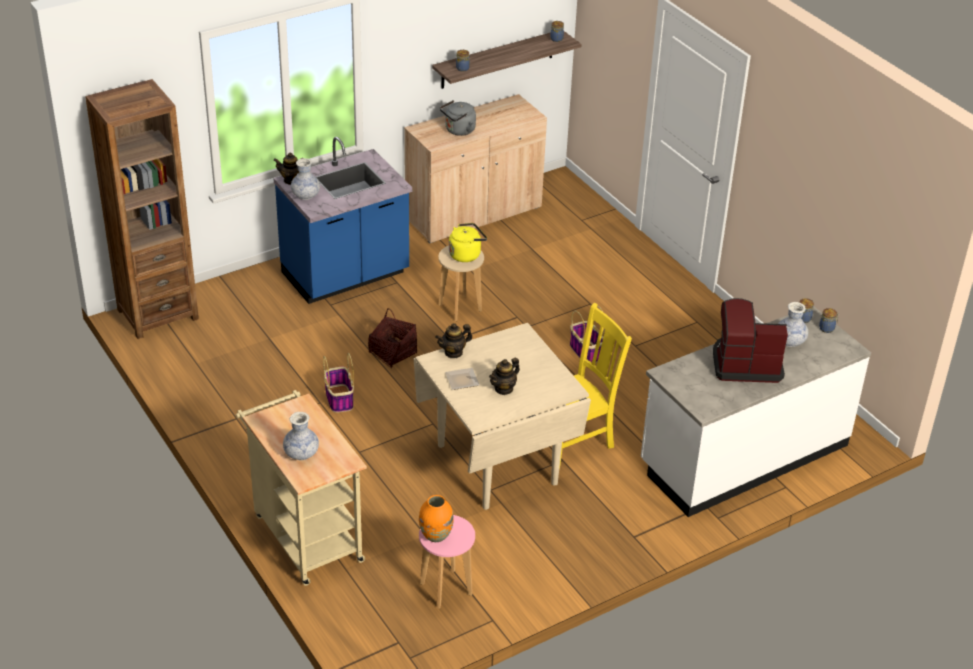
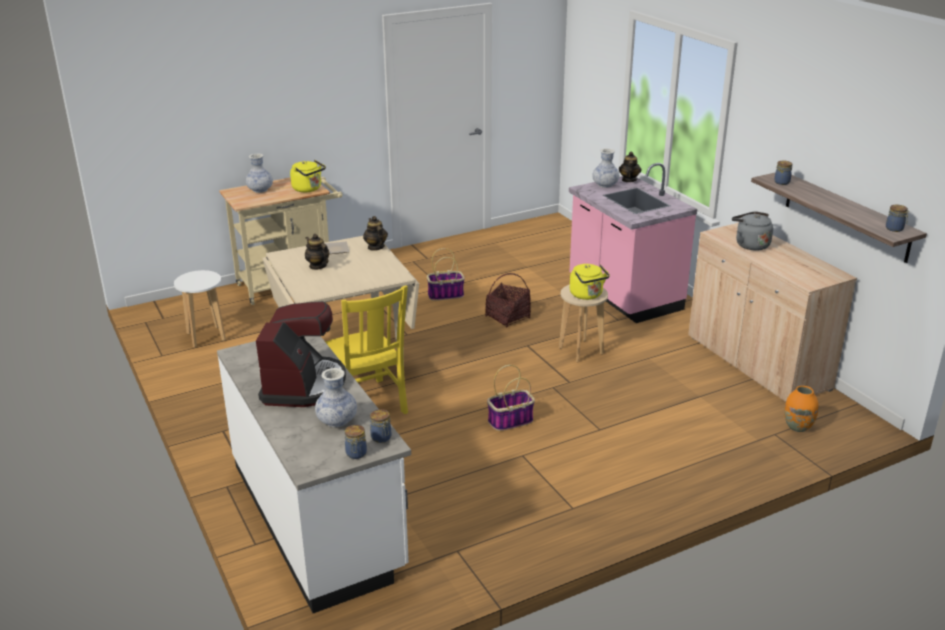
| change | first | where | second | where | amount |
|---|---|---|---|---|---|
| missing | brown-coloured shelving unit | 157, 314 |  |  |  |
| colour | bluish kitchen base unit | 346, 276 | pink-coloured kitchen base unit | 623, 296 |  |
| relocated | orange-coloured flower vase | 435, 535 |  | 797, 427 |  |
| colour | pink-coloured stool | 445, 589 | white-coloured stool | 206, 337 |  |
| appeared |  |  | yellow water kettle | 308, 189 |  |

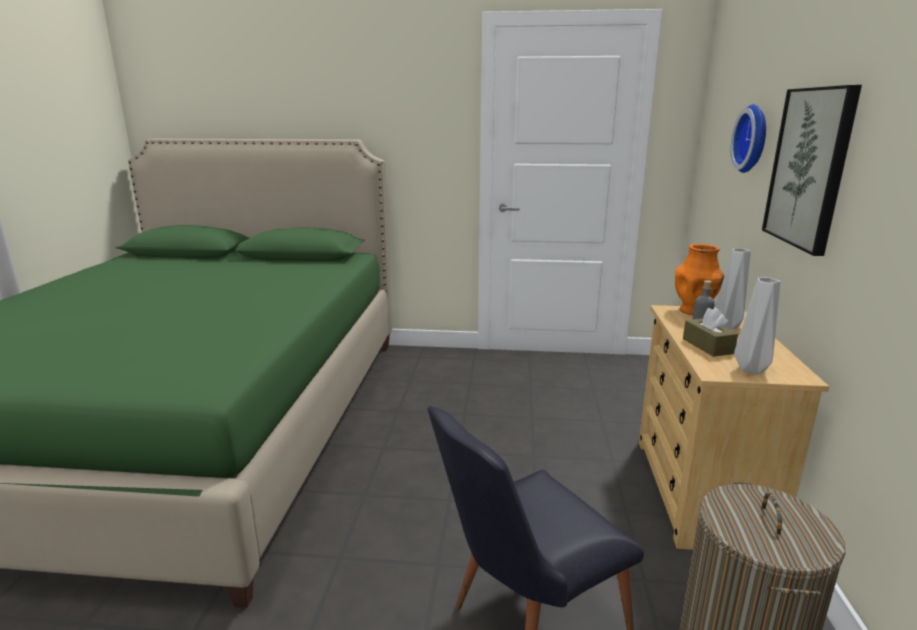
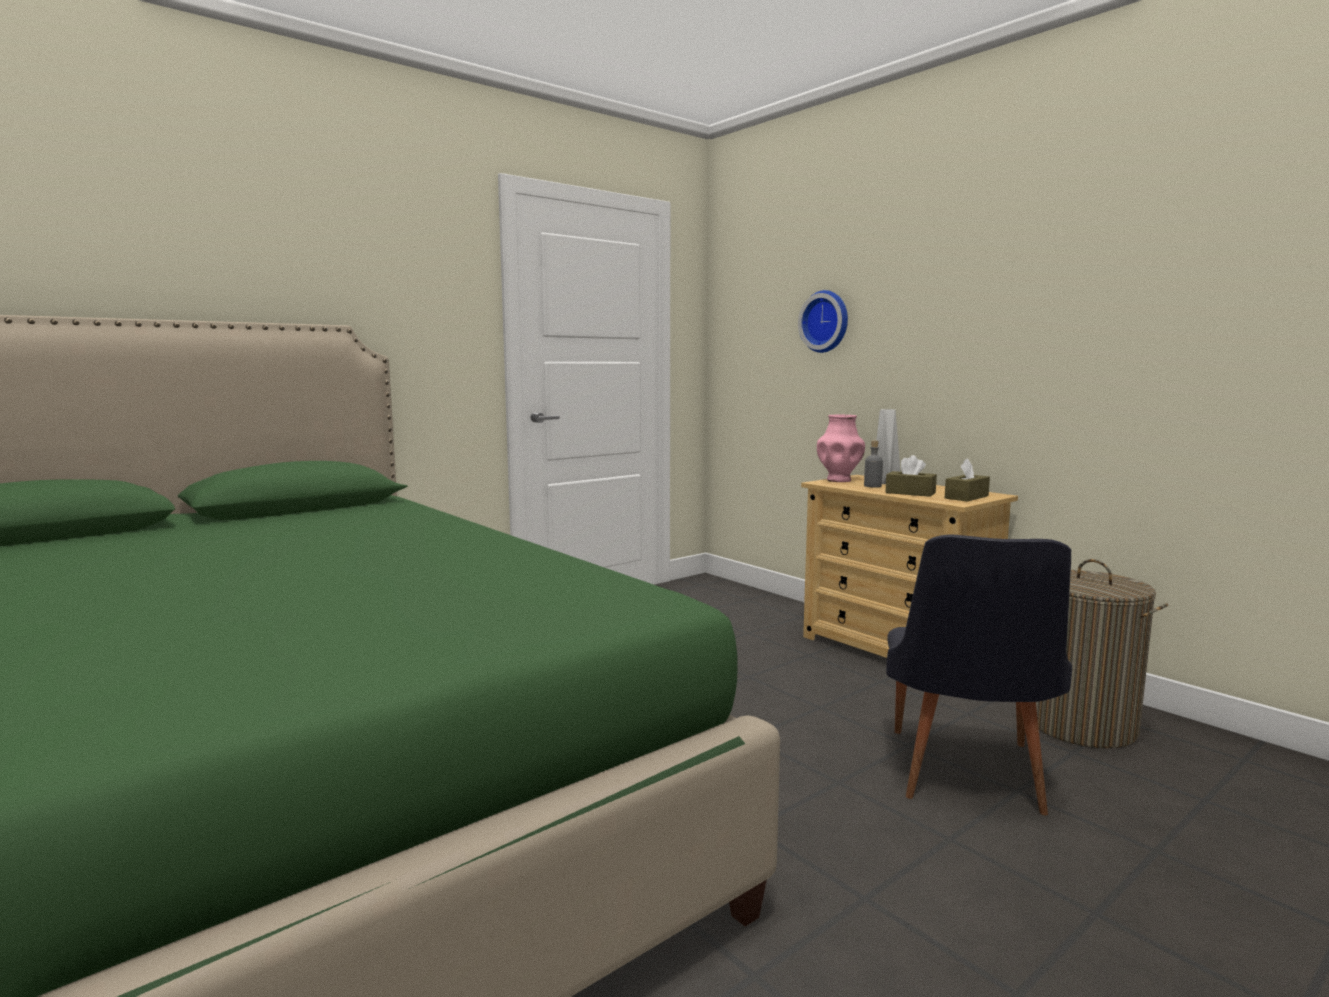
| change | first | where | second | where | amount |
|---|---|---|---|---|---|
| colour | orange-coloured flower vase | 693, 311 | pink-coloured flower vase | 839, 480 |  |
| exchanged | gray flower vase | 750, 369 | brown-coloured tissue holder | 966, 497 |  |
| missing | wall picture | 810, 168 |  |  |  |

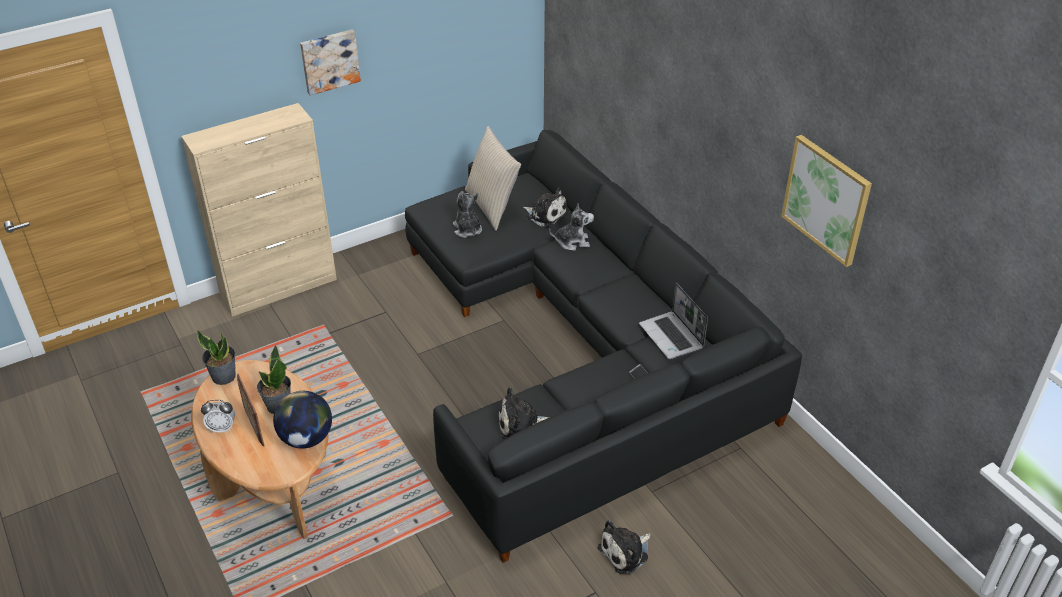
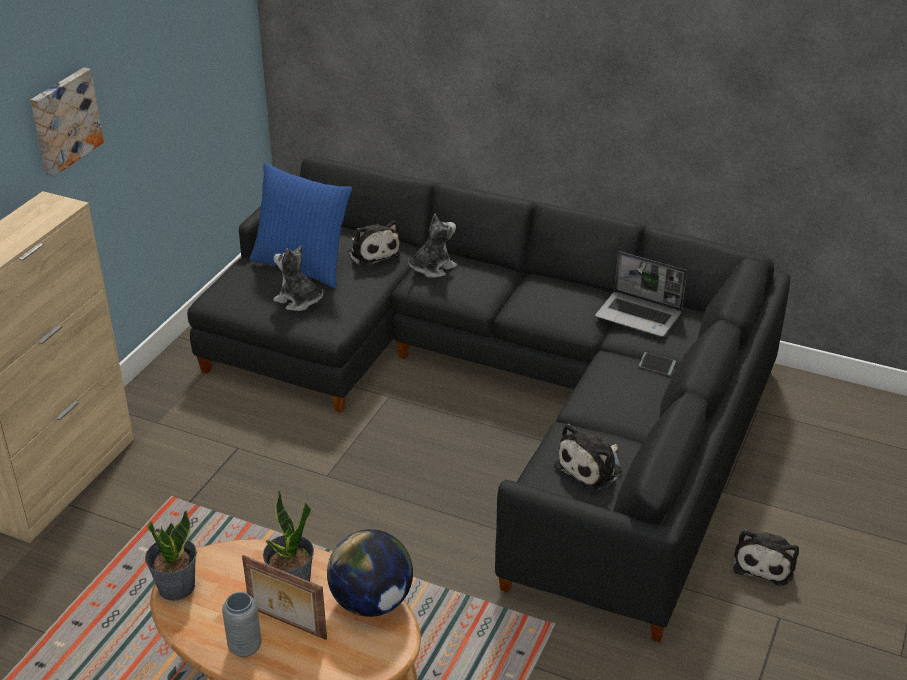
| change | first | where | second | where | amount |
|---|---|---|---|---|---|
| exchanged | table clock | 222, 428 | gray flower vase | 245, 647 |  |
| colour | beige pillow | 492, 206 | bluish pillow | 302, 266 |  |
| spun | plush toy | 545, 215 |  | 372, 252 | 60 degrees clockwise |
| missing | wall picture | 826, 199 |  |  |  |

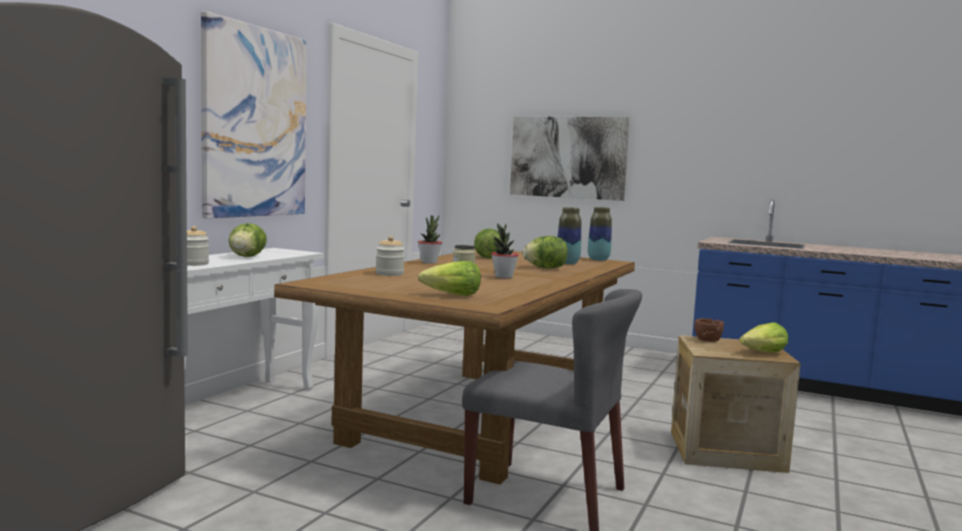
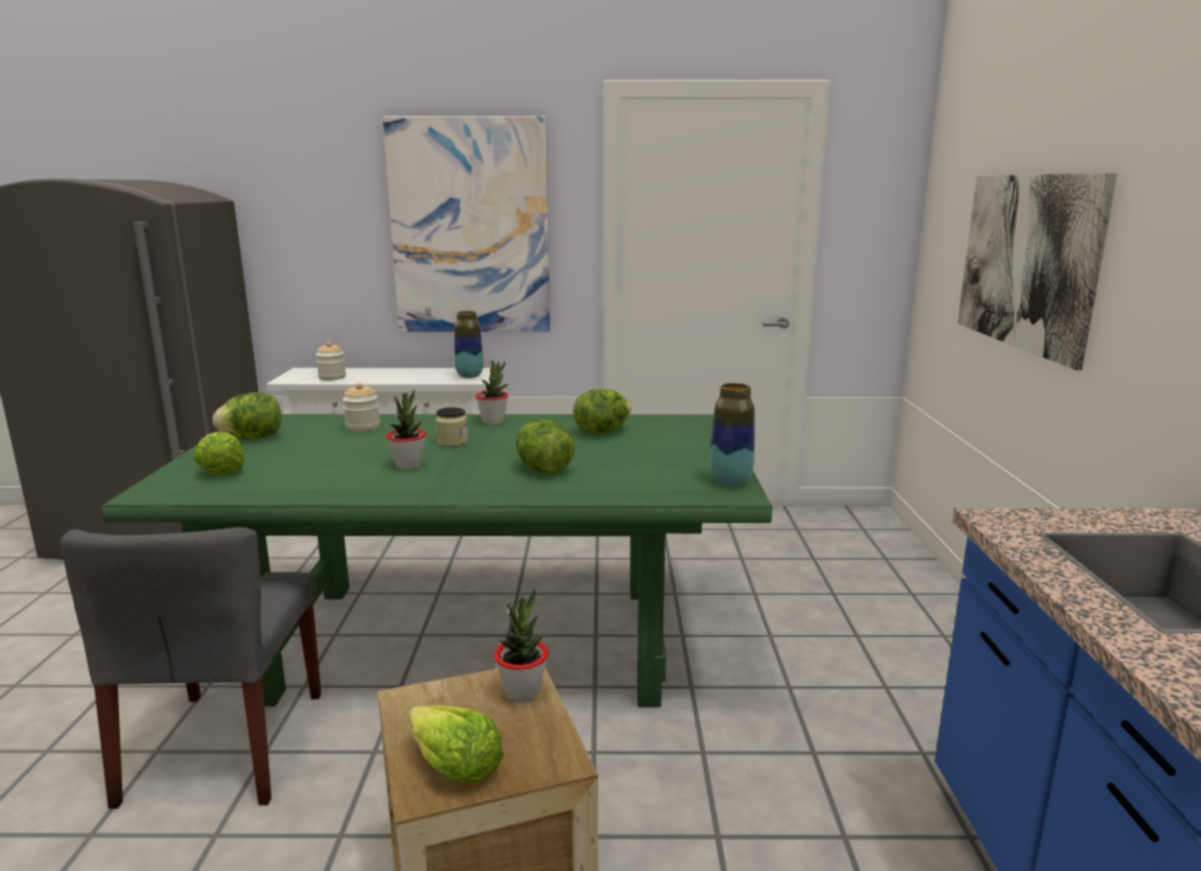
| change | first | where | second | where | amount |
|---|---|---|---|---|---|
| relocated | head of lettuce | 247, 257 |  | 253, 438 |  |
| colour | brown-coloured dinner table | 481, 417 | greenish dinner table | 476, 640 |  |
| relocated | flower vase | 567, 263 |  | 469, 376 |  |
| exchanged | brown-coloured bowl | 707, 340 | plant in a pot | 522, 692 |  |

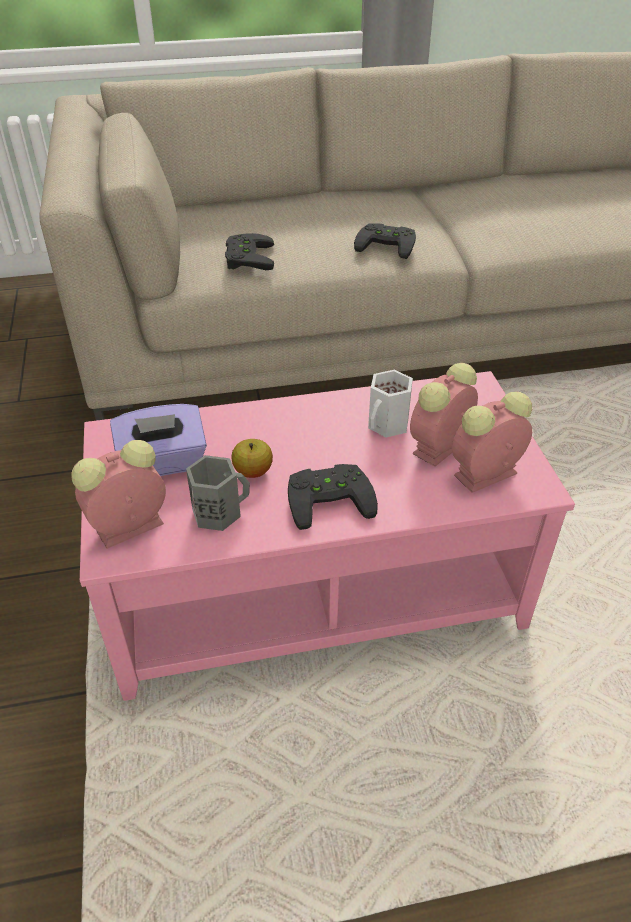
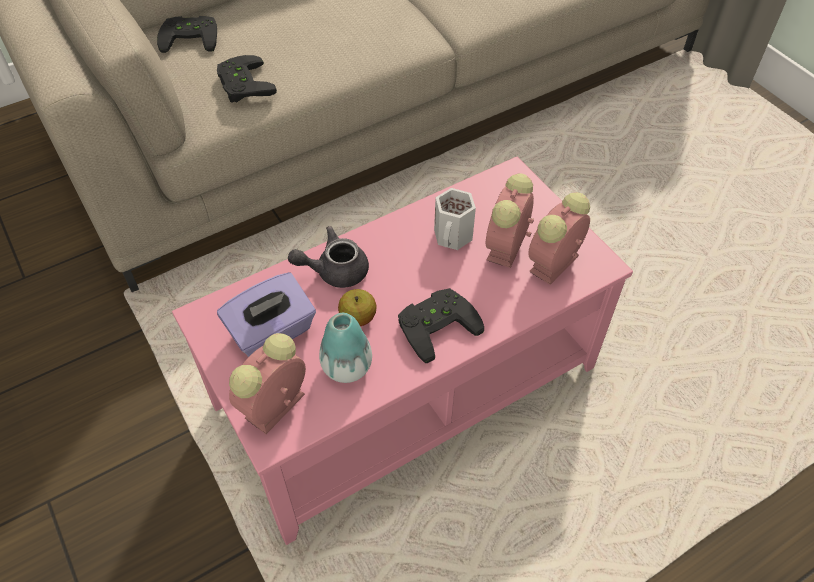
| change | first | where | second | where | amount |
|---|---|---|---|---|---|
| exchanged | gray tea mug | 218, 511 | flower vase | 347, 367 |  |
| relocated | blackish game controller | 387, 244 |  | 191, 37 |  |
| appeared |  |  | gray tea pot | 334, 270 |  |

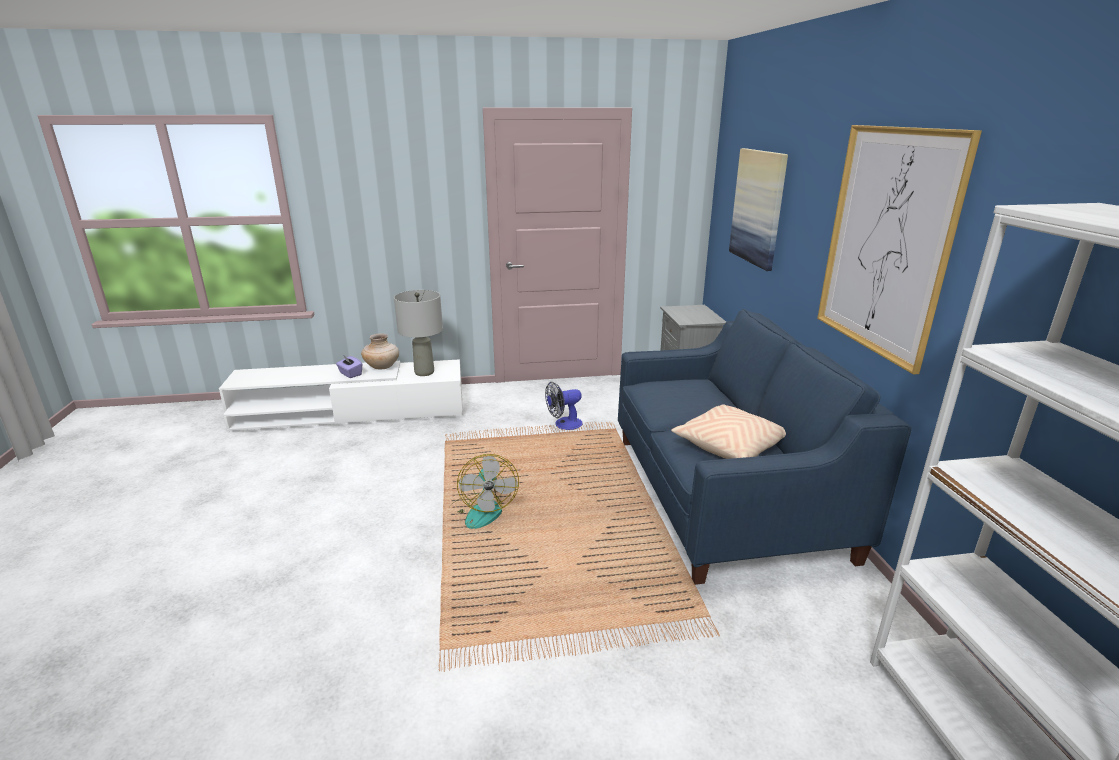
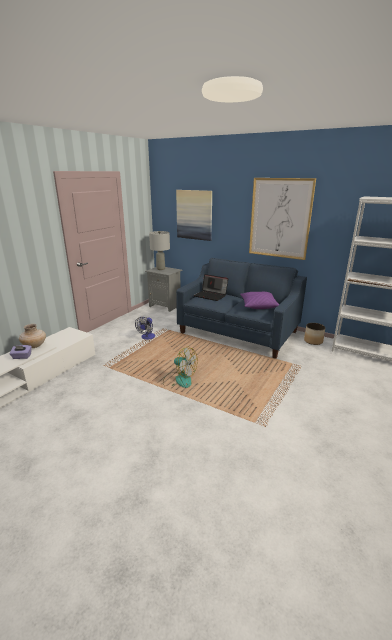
| change | first | where | second | where | amount |
|---|---|---|---|---|---|
| relocated | gray tabletop lamp | 424, 372 |  | 160, 269 |  |
| colour | beige pillow | 730, 446 | purplish pillow | 258, 305 |  |
| appeared |  |  | notebook computer | 211, 295 |  |
| appeared |  |  | flower pot | 313, 341 |  |

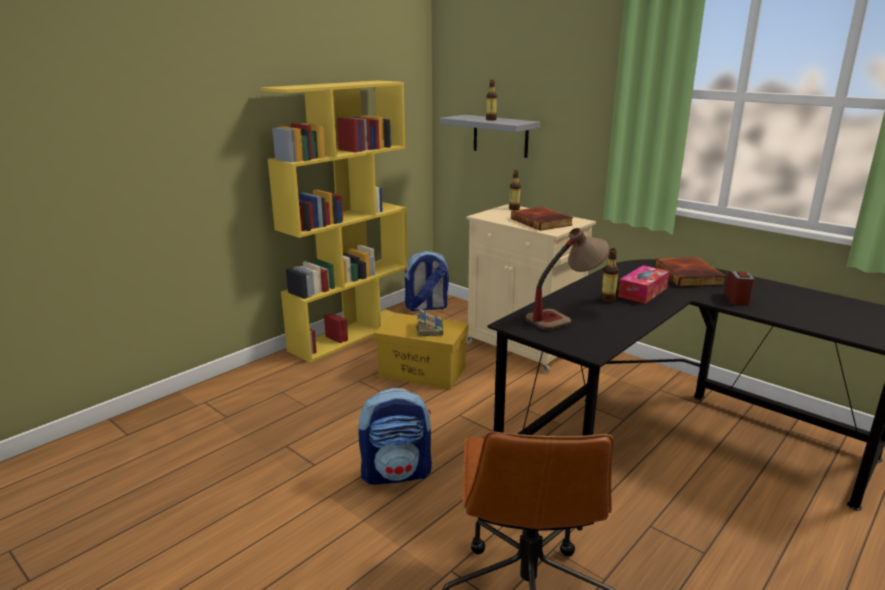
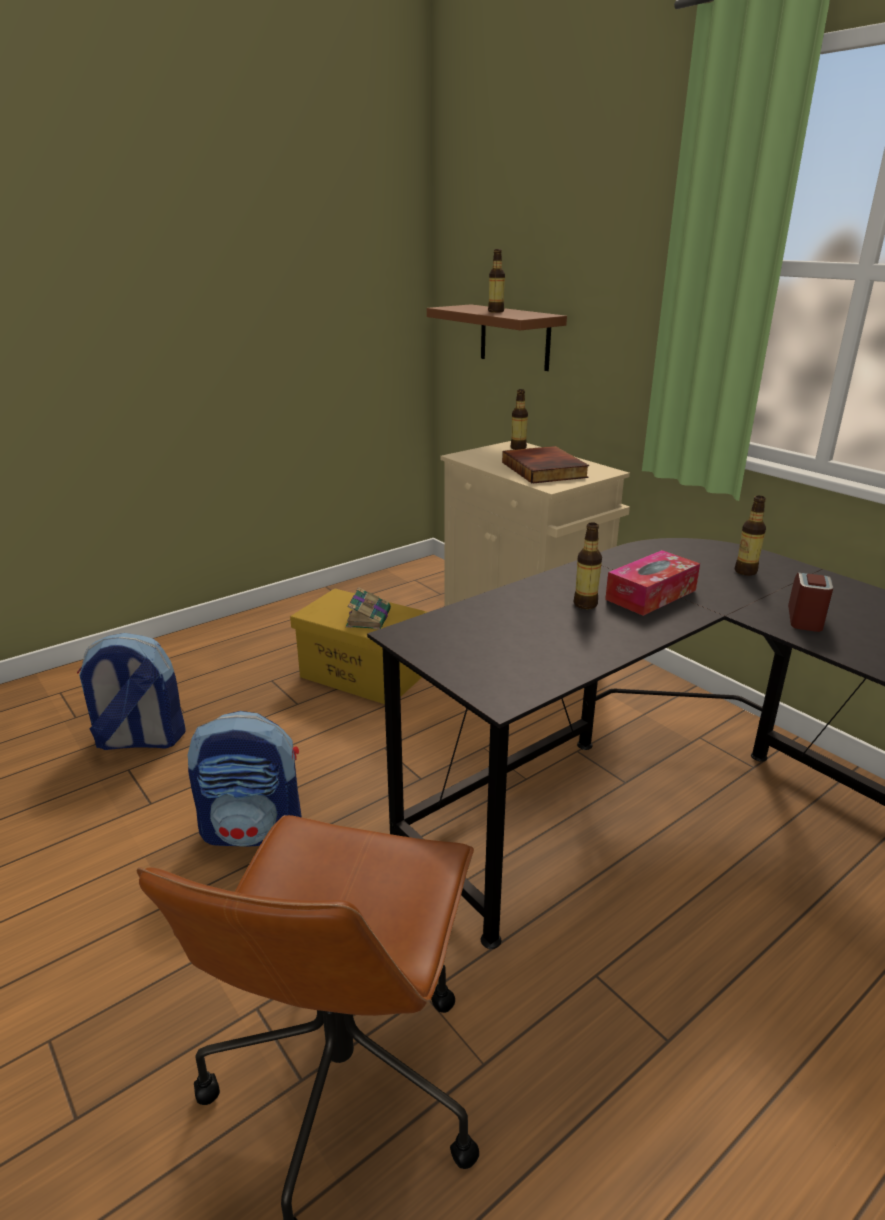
| change | first | where | second | where | amount |
|---|---|---|---|---|---|
| missing | yellow shelving unit | 351, 334 |  |  |  |
| relocated | knapsack | 426, 307 |  | 139, 740 |  |
| colour | gray shelf | 500, 136 | brown-coloured shelf | 515, 337 |  |
| missing | tabletop lamp | 565, 316 |  |  |  |
| exchanged | volume | 689, 276 | bottle | 745, 571 |  |

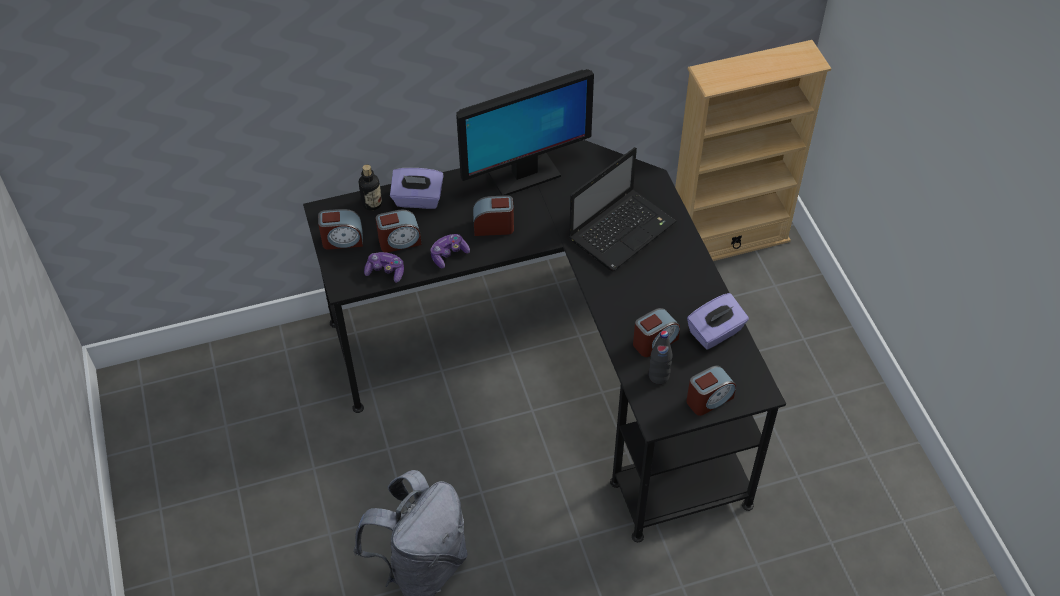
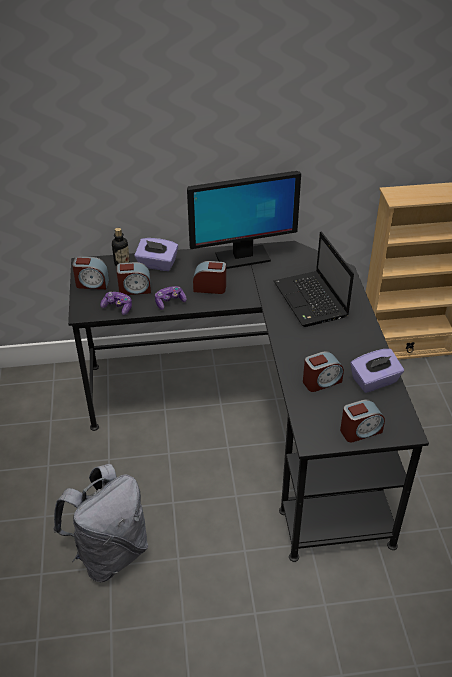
| change | first | where | second | where | amount |
|---|---|---|---|---|---|
| spun | notebook computer | 623, 229 |  | 311, 300 | 105 degrees clockwise |
| missing | blackish bottle | 658, 376 |  |  |  |

